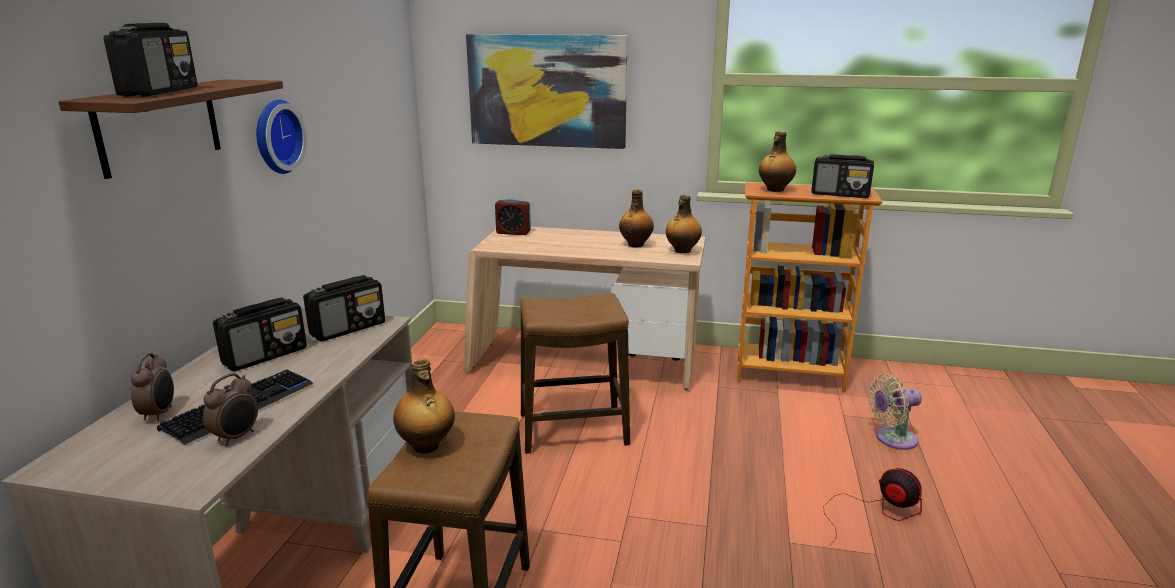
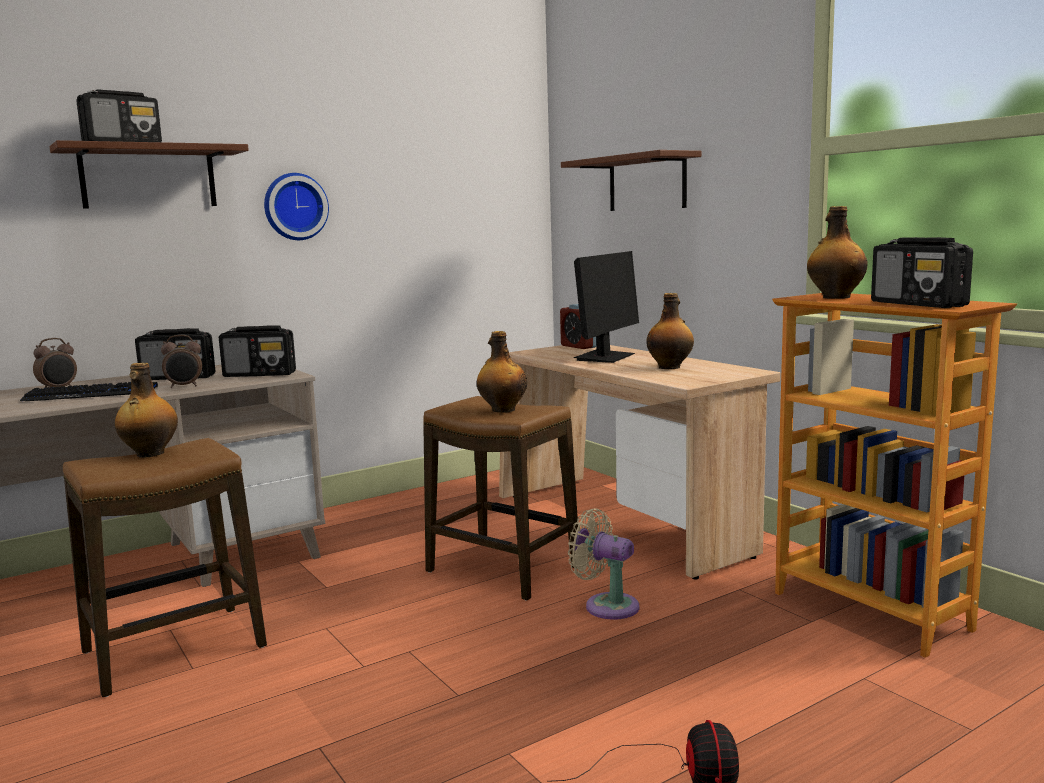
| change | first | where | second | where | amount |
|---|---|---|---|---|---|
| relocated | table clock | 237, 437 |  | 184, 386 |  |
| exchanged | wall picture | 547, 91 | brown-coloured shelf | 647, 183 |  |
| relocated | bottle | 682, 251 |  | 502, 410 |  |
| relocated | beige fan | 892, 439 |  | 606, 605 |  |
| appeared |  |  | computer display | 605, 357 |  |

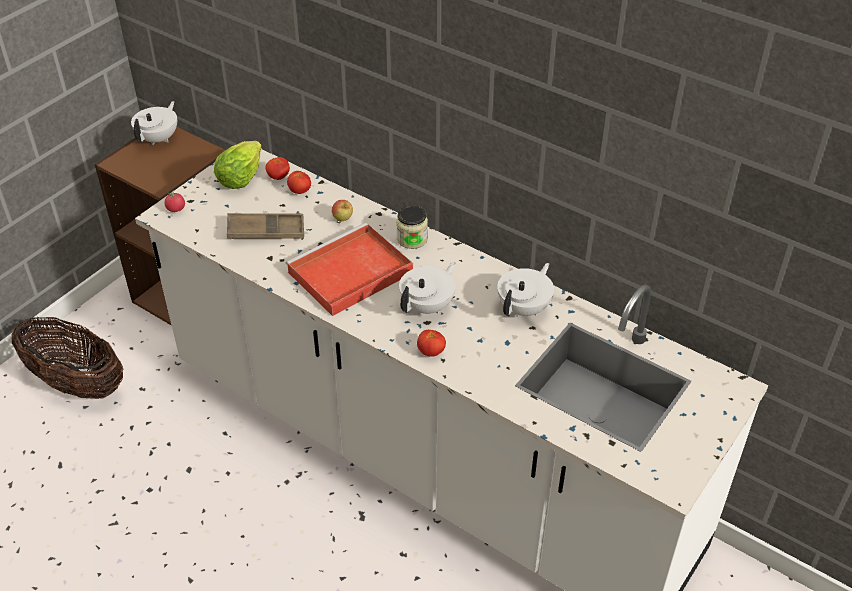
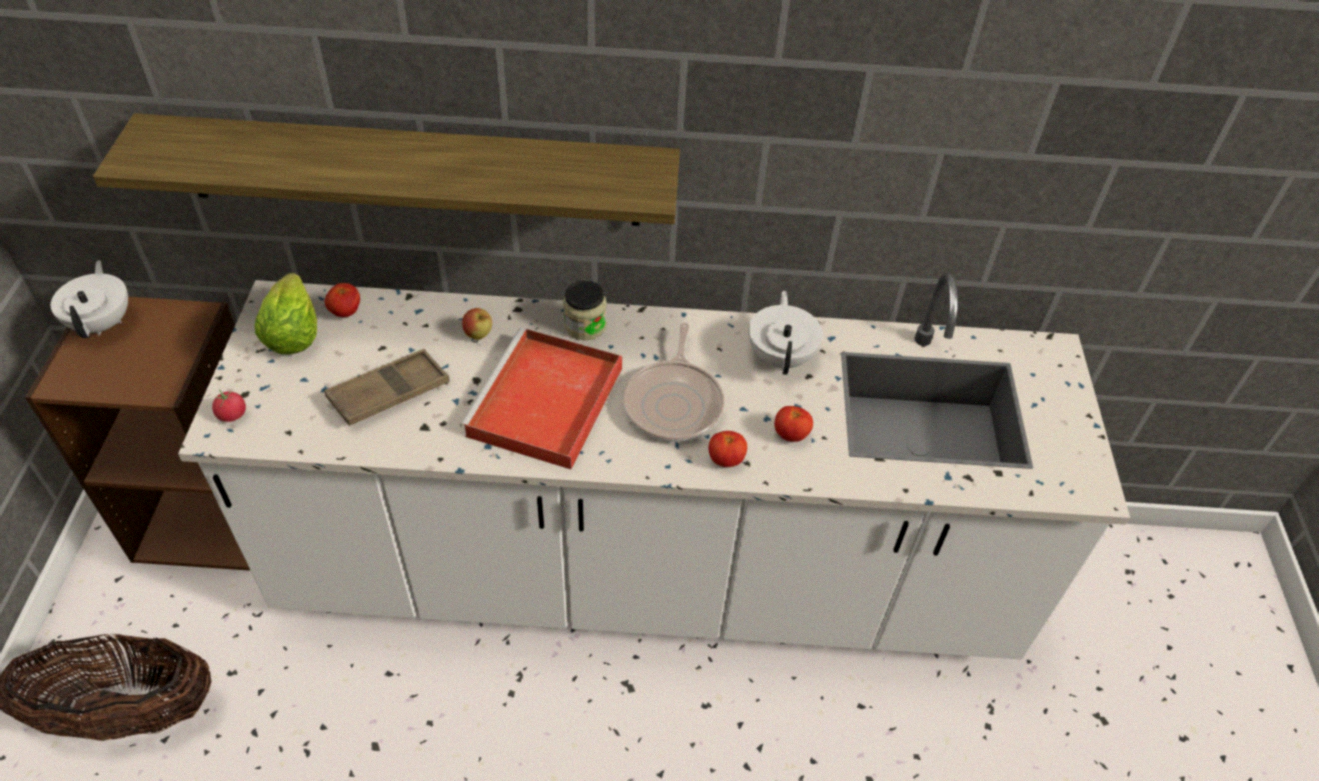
| change | first | where | second | where | amount |
|---|---|---|---|---|---|
| relocated | fresh tomato | 300, 191 |  | 791, 435 |  |
| exchanged | white-coloured tea pot | 428, 306 | skillet | 674, 403 |  |
| appeared |  |  | shelf | 413, 171 |  |

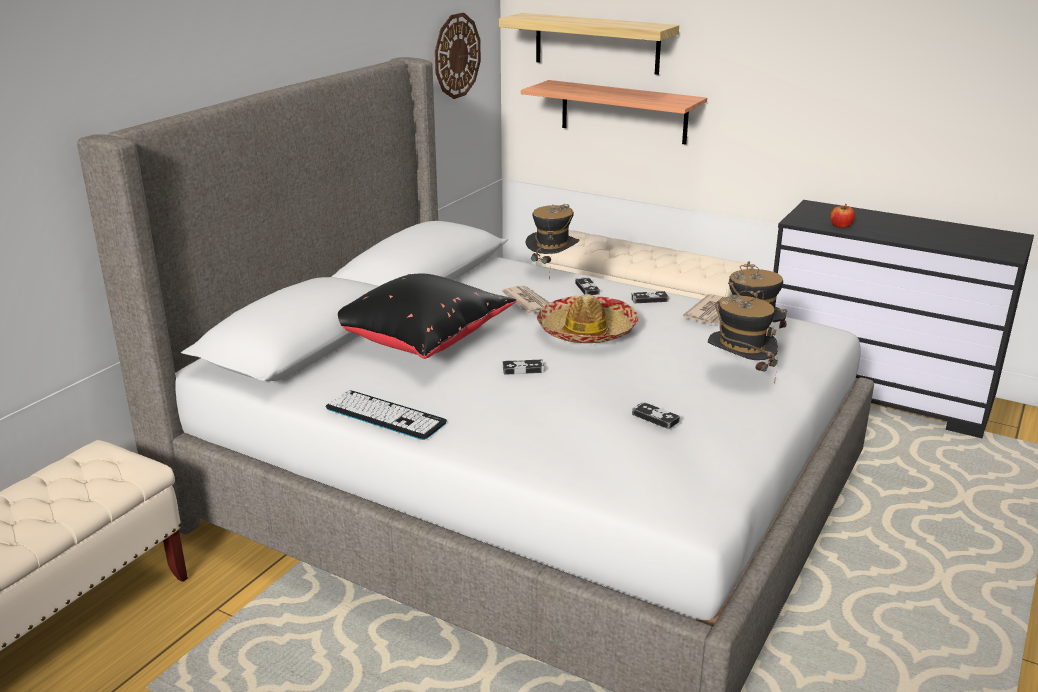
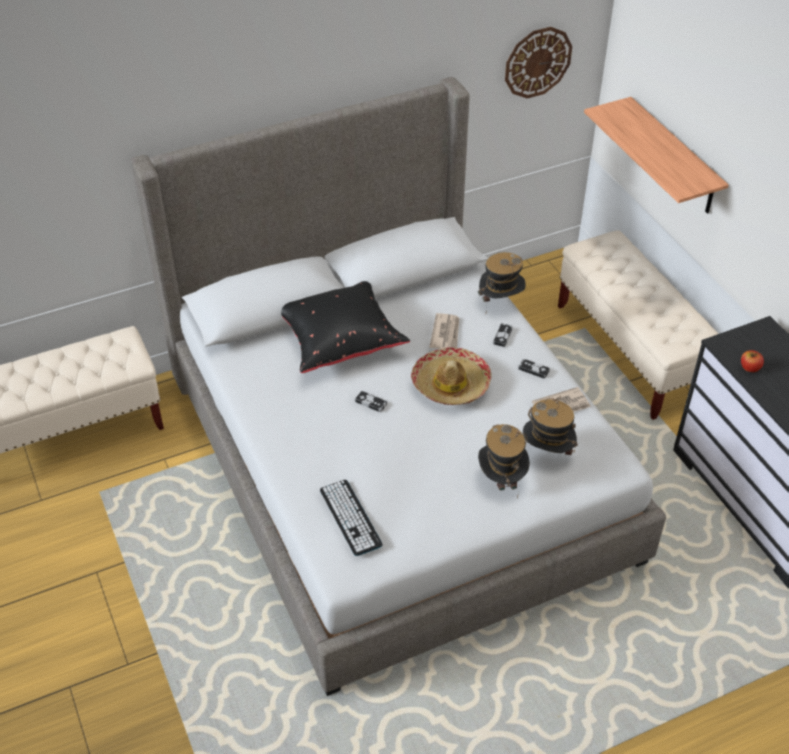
| change | first | where | second | where | amount |
|---|---|---|---|---|---|
| relocated | computer keyboard | 385, 415 |  | 350, 517 |  |
| missing | shelf | 596, 43 |  |  |  |
| missing | game controller | 655, 418 |  |  |  |

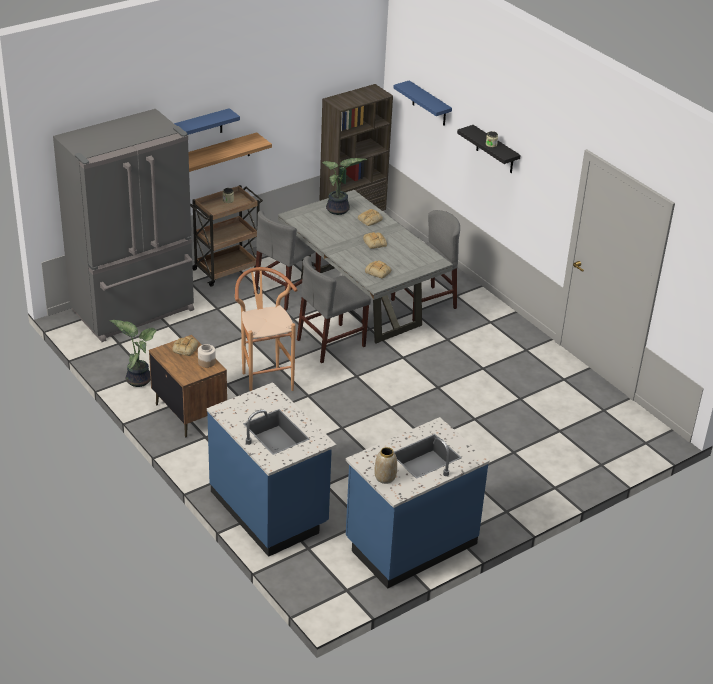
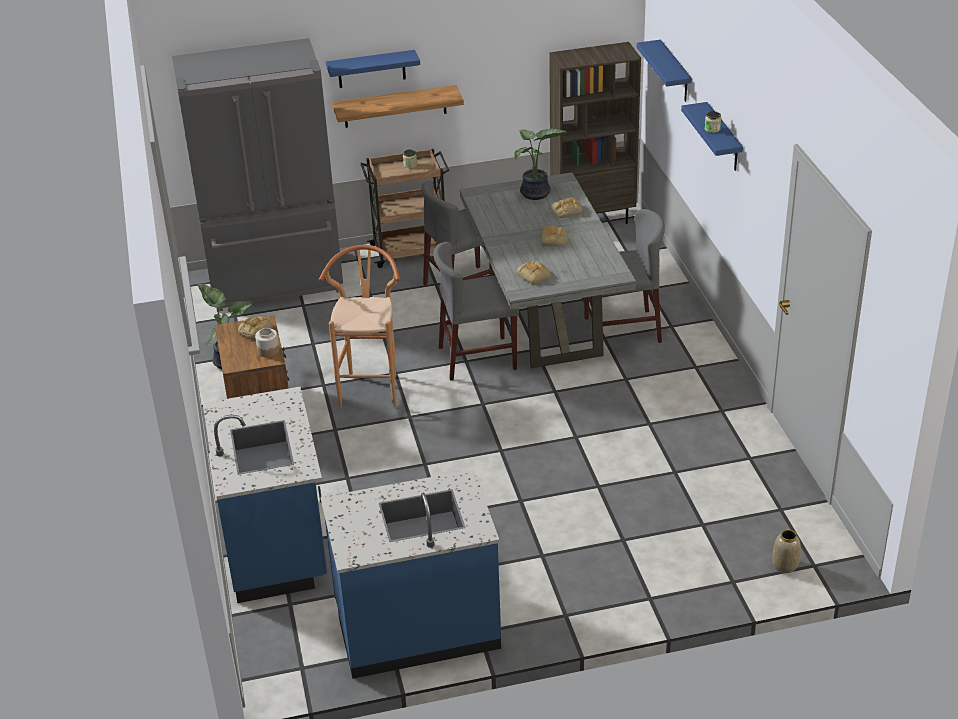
| change | first | where | second | where | amount |
|---|---|---|---|---|---|
| relocated | flower vase | 385, 477 |  | 785, 565 |  |
| colour | blackish shelf | 495, 150 | bluish shelf | 723, 138 |  |

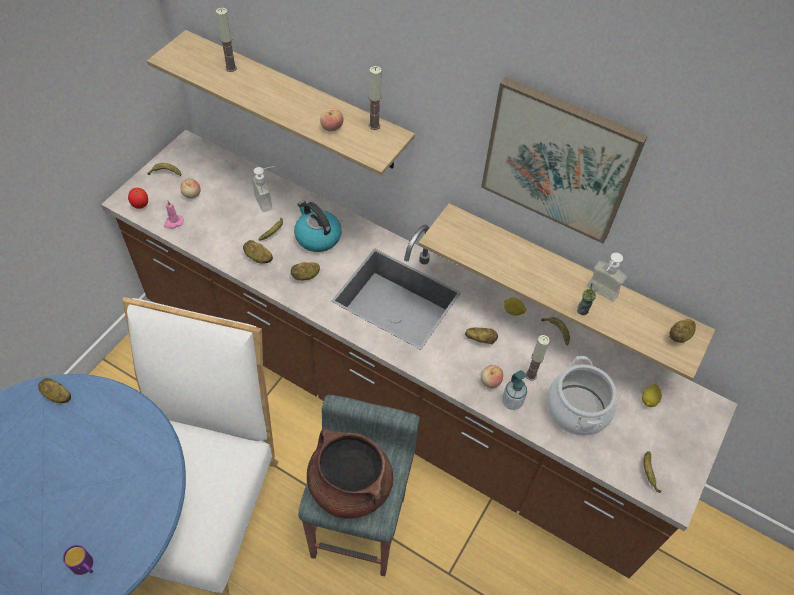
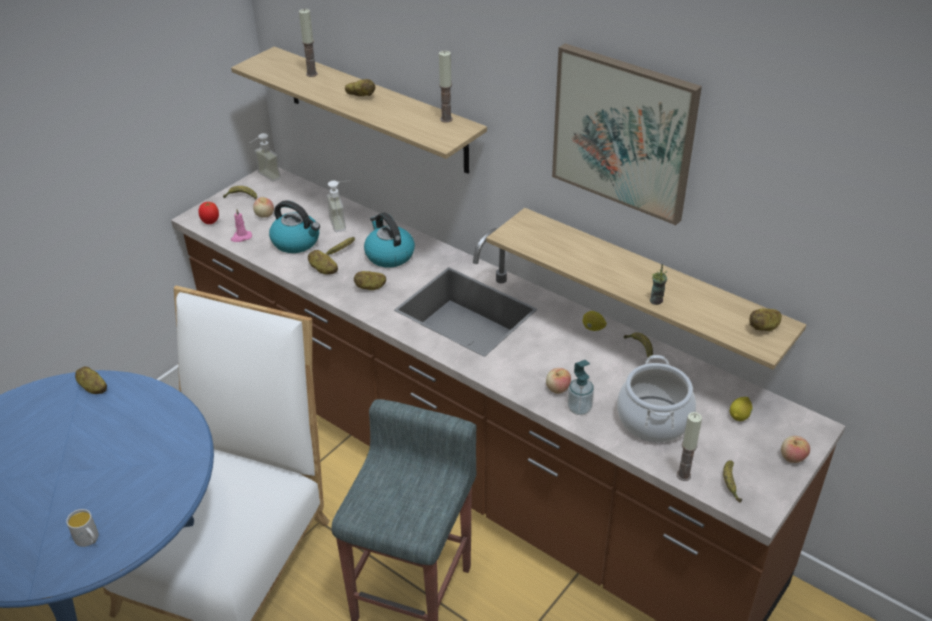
| change | first | where | second | where | amount |
|---|---|---|---|---|---|
| colour | purplish tea mug | 85, 566 | white-coloured tea mug | 89, 540 |  |
| missing | brown-coloured saucepot | 349, 486 |  |  |  |
| relocated | apple fruit | 331, 127 |  | 792, 457 |  |
| relocated | spud | 480, 339 |  | 361, 96 |  |
| relocated | wax light | 531, 375 |  | 683, 475 |  |
| relocated | liquid soap bottle | 599, 295 |  | 265, 177 |  |
| appeared |  |  | water kettle | 297, 242 |  |

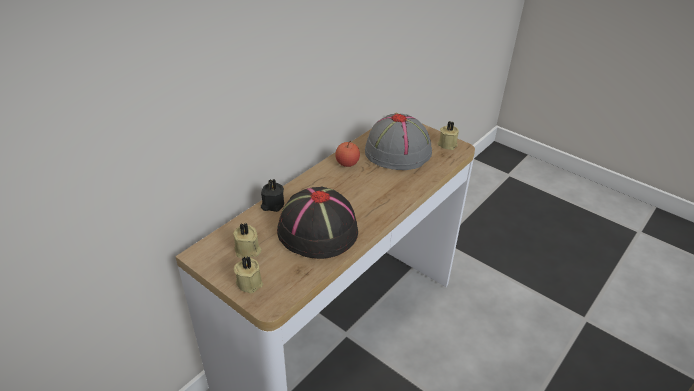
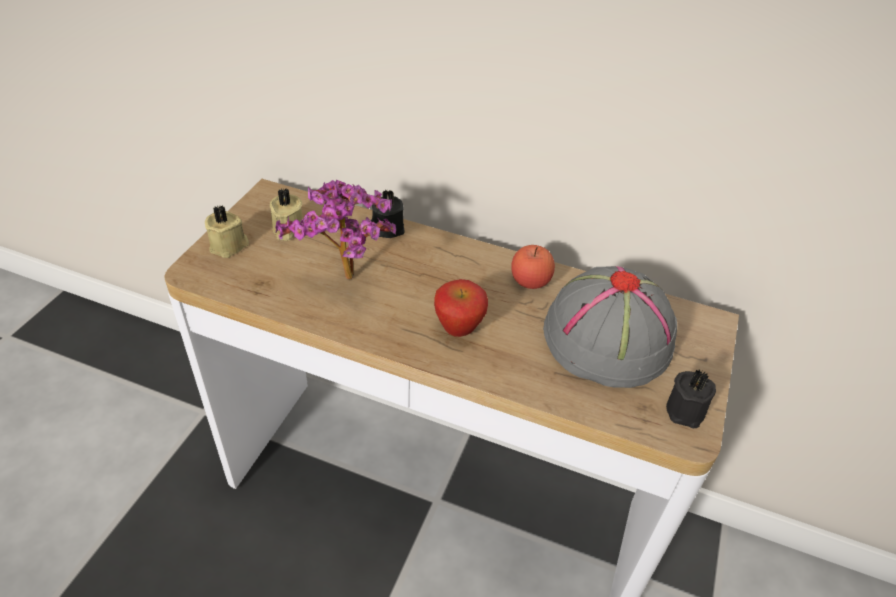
| change | first | where | second | where | amount |
|---|---|---|---|---|---|
| exchanged | blackish clothing hat | 317, 231 | plant in a pot | 347, 283 |  |
| colour | beige wax light | 447, 144 | blackish wax light | 687, 410 |  |
| appeared |  |  | apple fruit | 458, 330 |  |

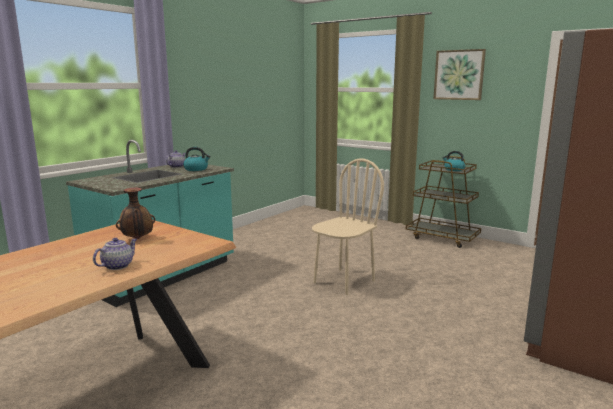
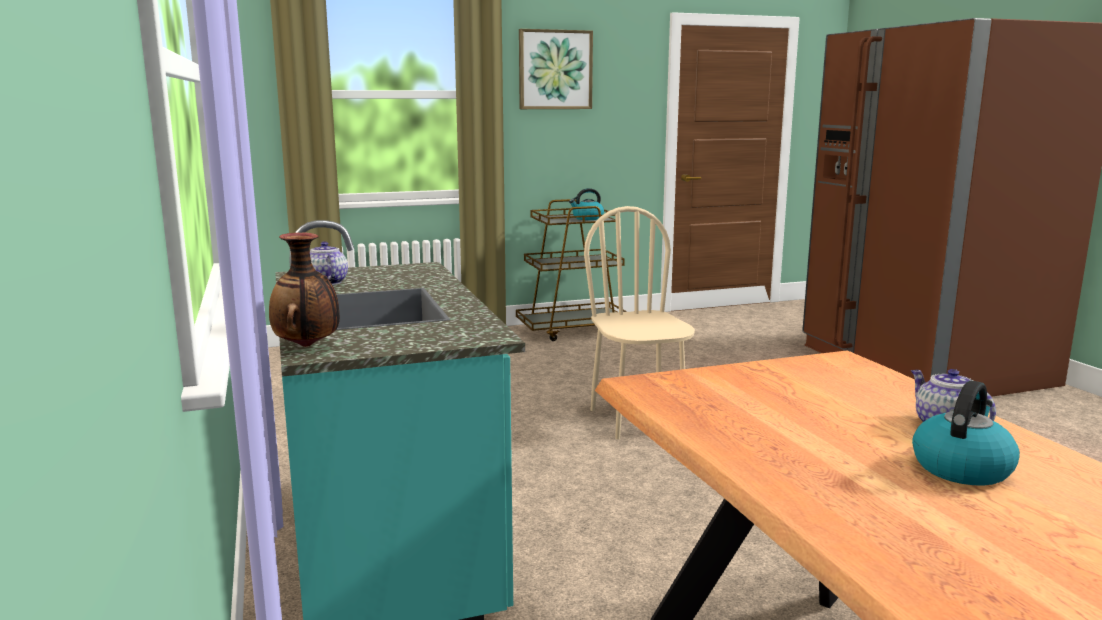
| change | first | where | second | where | amount |
|---|---|---|---|---|---|
| relocated | flower vase | 137, 239 |  | 308, 346 |  |
| relocated | water kettle | 196, 169 |  | 961, 468 |  |

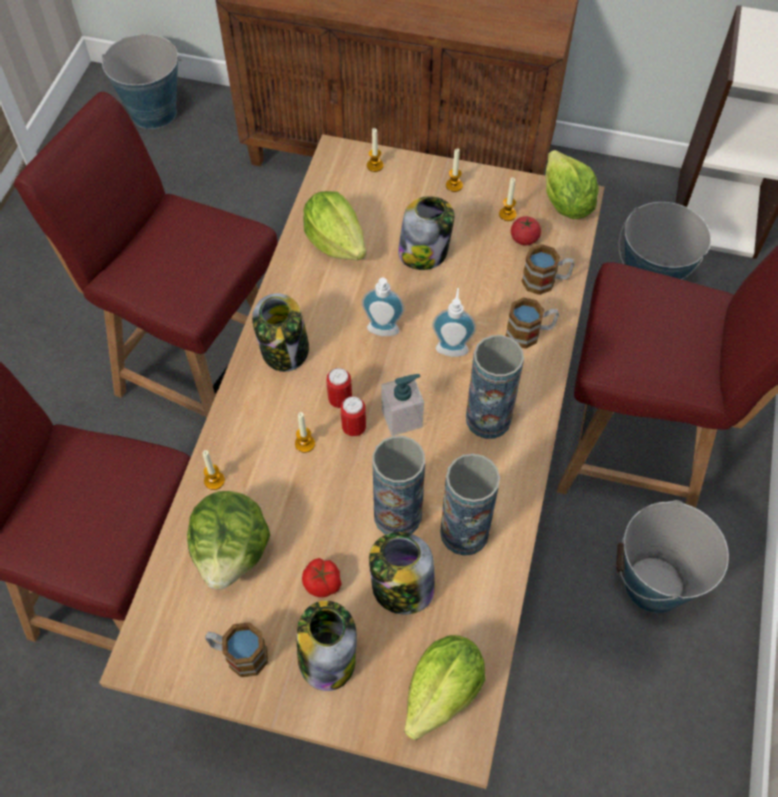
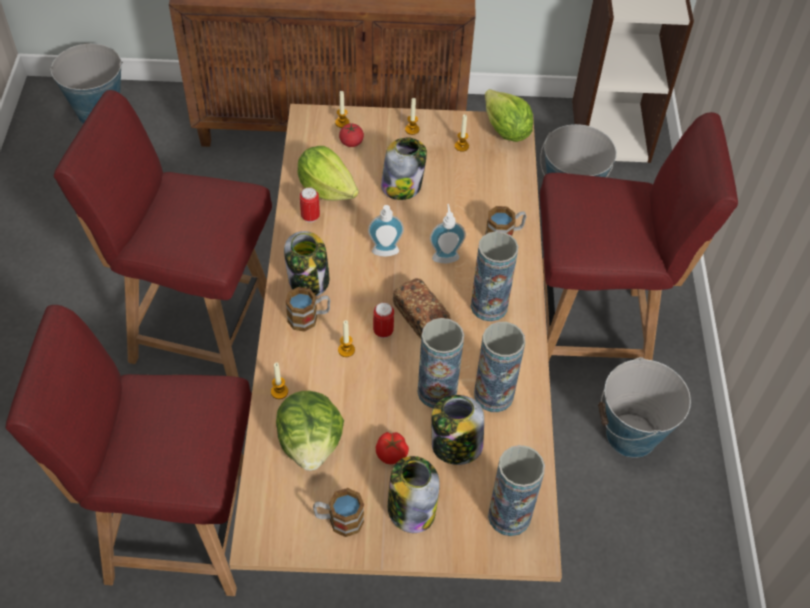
| change | first | where | second | where | amount |
|---|---|---|---|---|---|
| relocated | sealed can | 340, 400 |  | 310, 217 |  |
| exchanged | liquid soap bottle | 402, 418 | bakery bread | 420, 317 |  |
| exchanged | head of lettuce | 443, 692 | flower vase | 509, 516 |  |
| relocated | fresh tomato | 524, 239 |  | 351, 142 |  |
| relocated | tea mug | 545, 281 |  | 309, 318 |  |

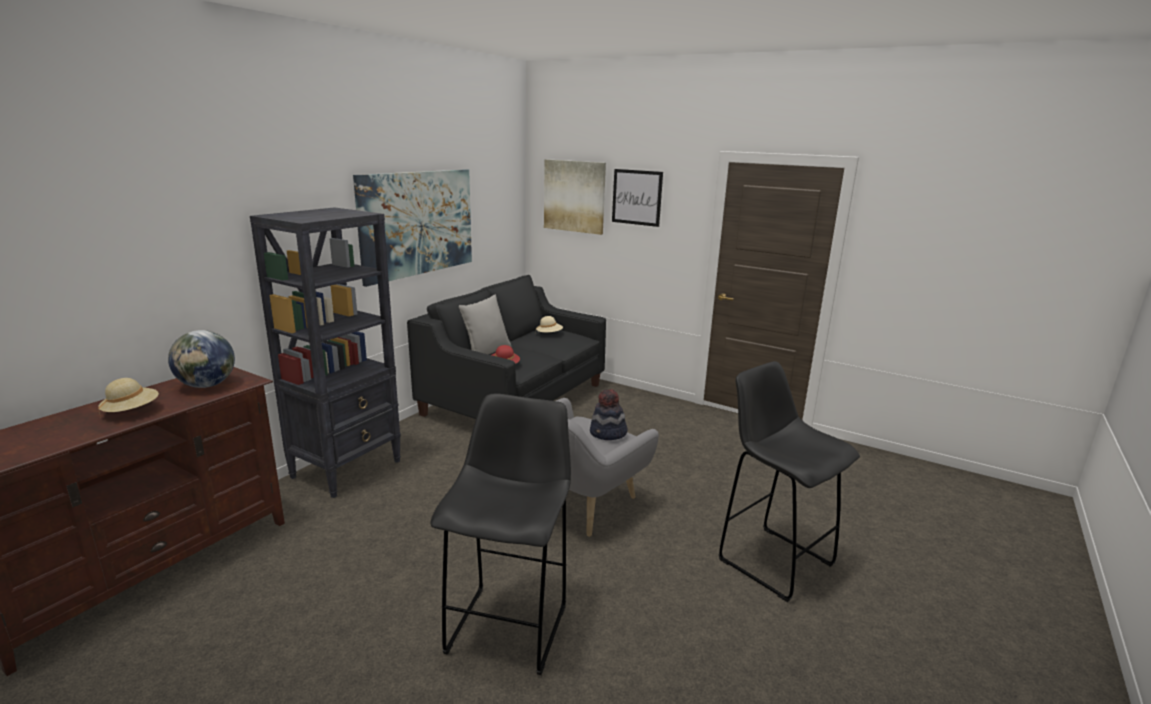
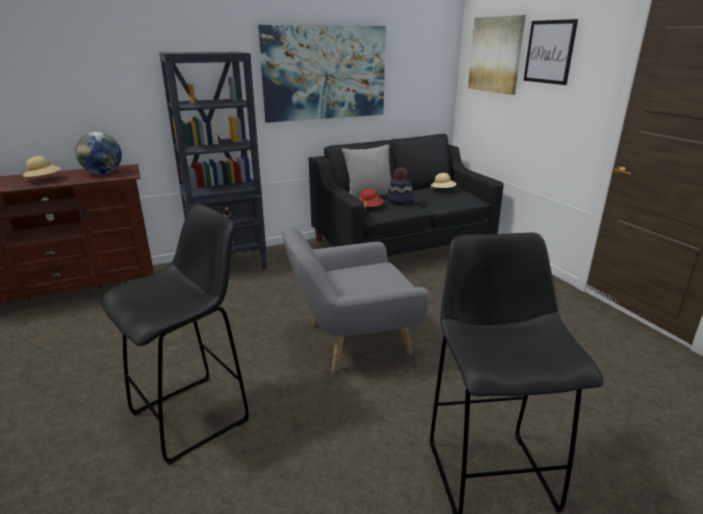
| change | first | where | second | where | amount |
|---|---|---|---|---|---|
| relocated | clothing hat | 608, 433 |  | 400, 201 |  |

